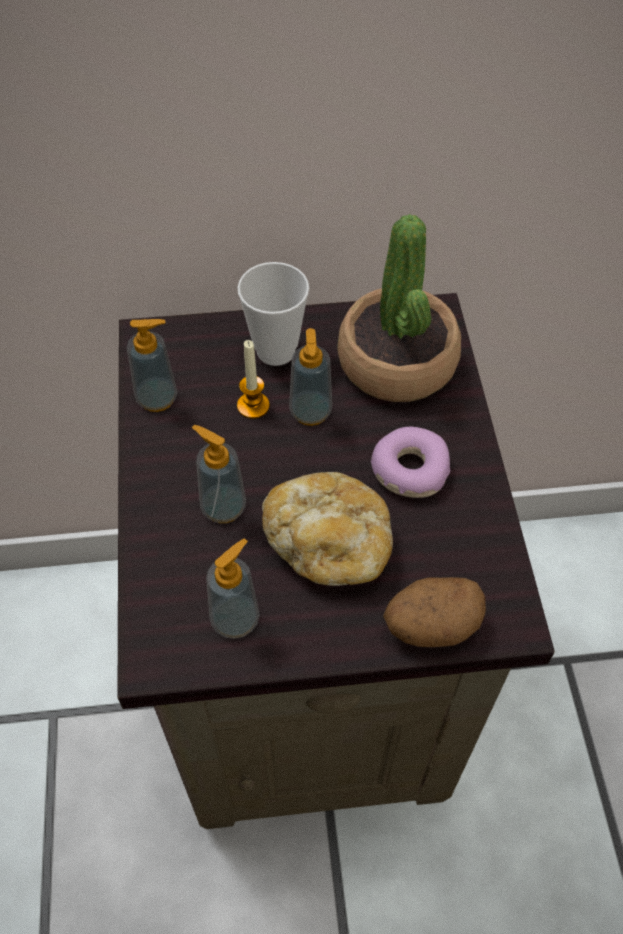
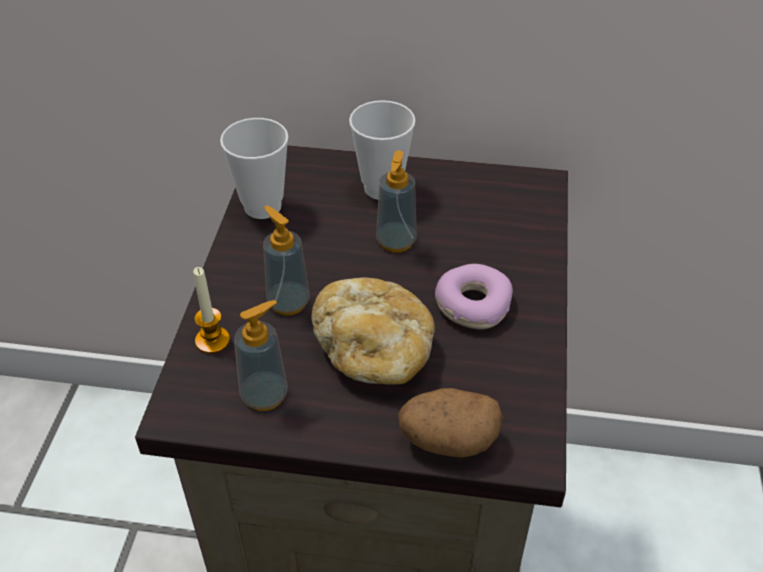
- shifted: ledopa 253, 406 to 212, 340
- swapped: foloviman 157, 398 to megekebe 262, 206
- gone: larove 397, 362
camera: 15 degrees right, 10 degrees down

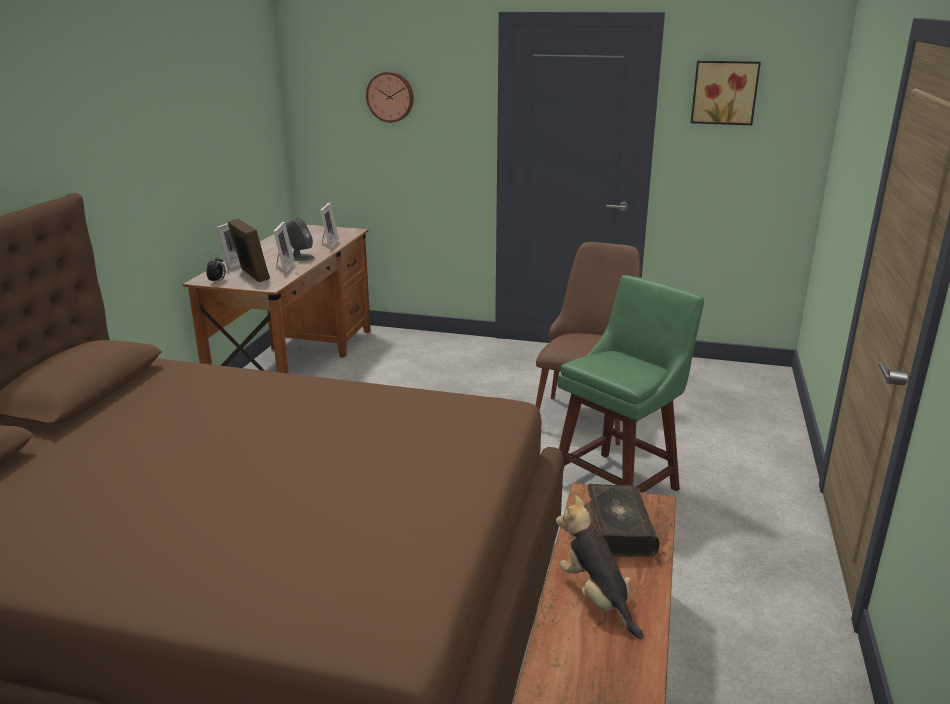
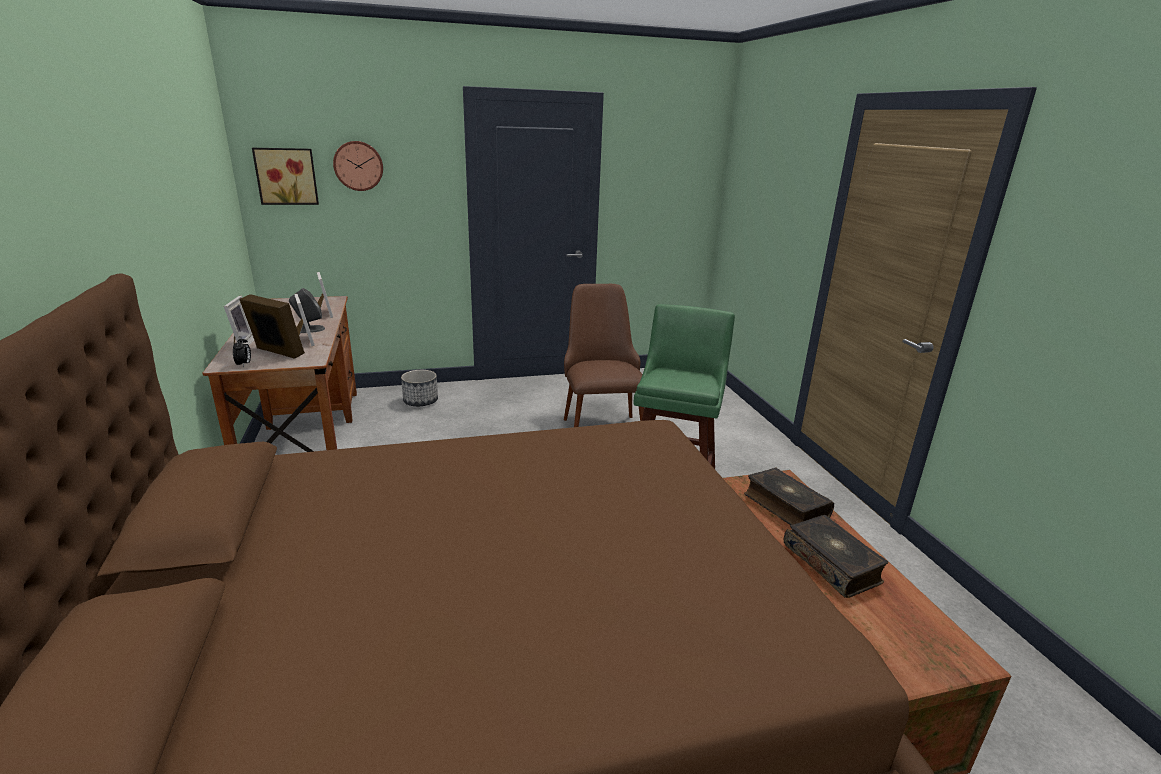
- shifted: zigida 724, 92 to 287, 176
- new: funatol 420, 401
- swapped: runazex 597, 598 to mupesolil 832, 563
camera: 30 degrees left, 0 degrees up

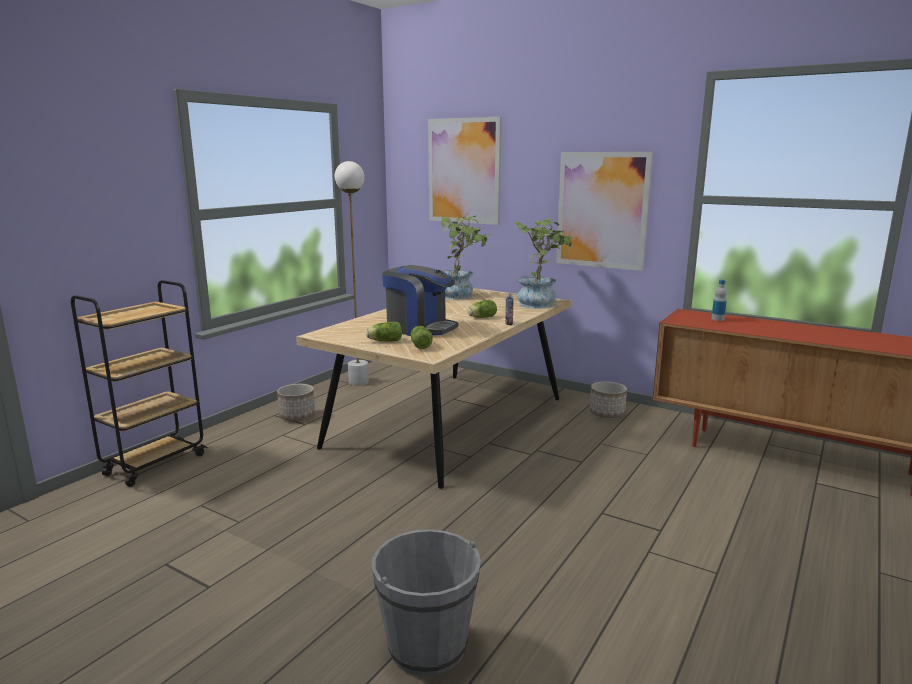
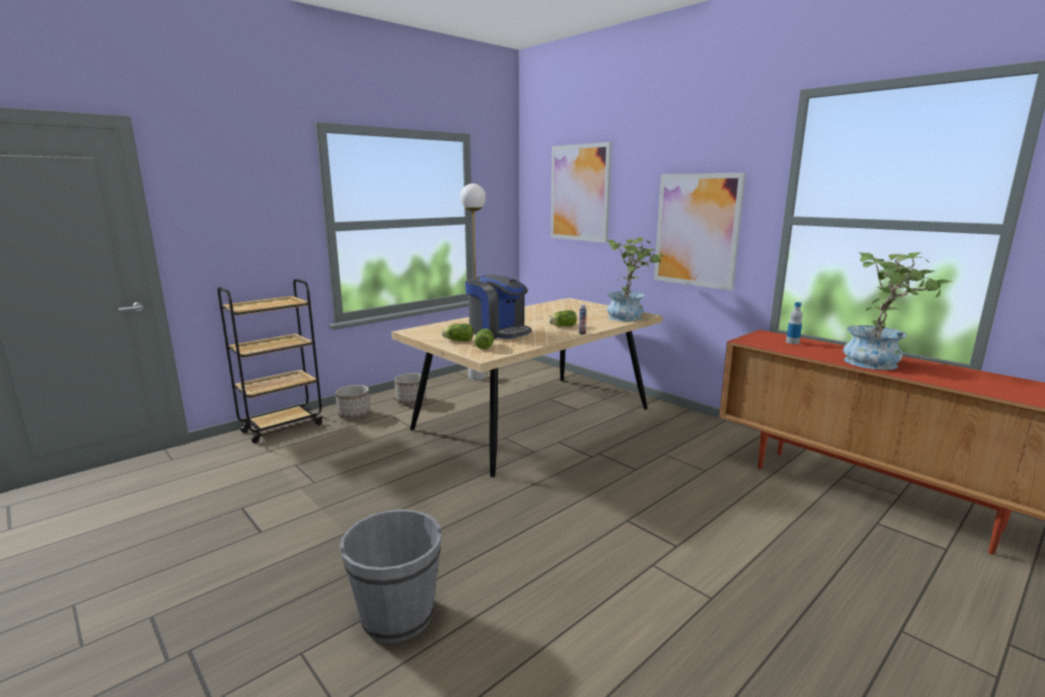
- shifted: funatol 606, 413 to 354, 414
- shifted: larove 460, 296 to 879, 363
camera: 15 degrees right, 0 degrees up

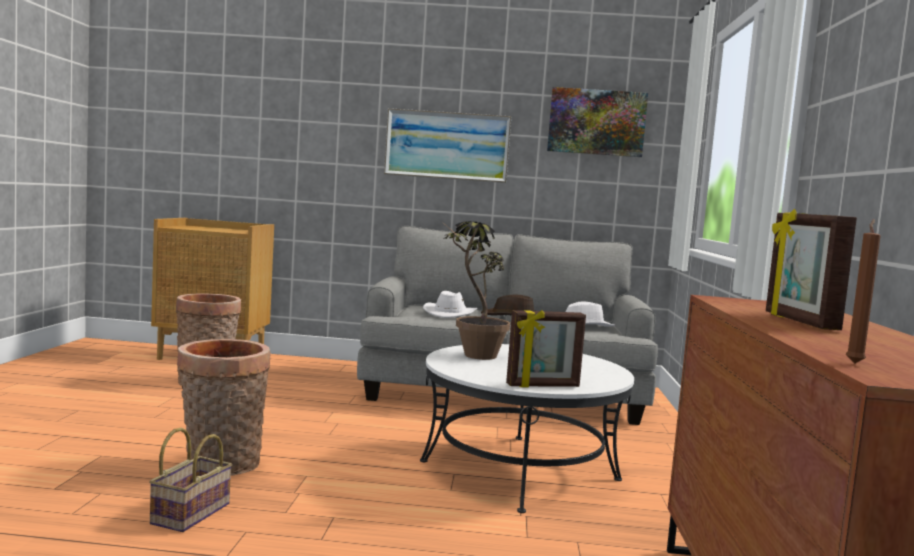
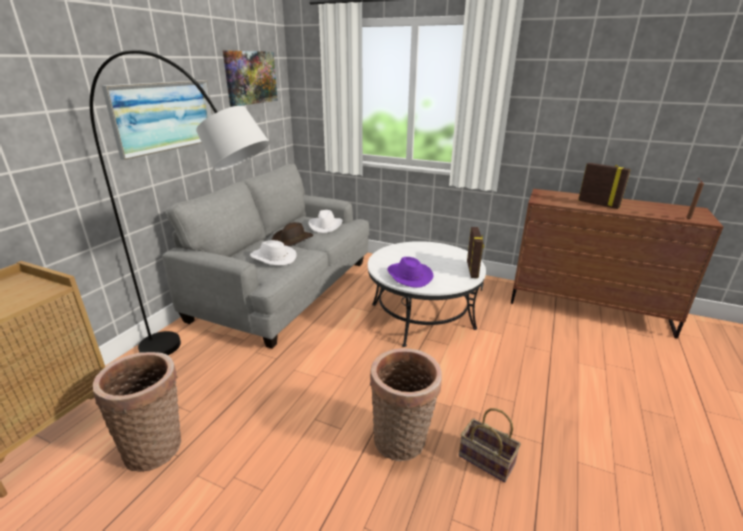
- new: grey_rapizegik 216, 366
- swapped: larove 473, 357 to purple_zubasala 408, 276
- rotated: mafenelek 798, 321 = 598, 204 150 degrees counterclockwise
camera: 70 degrees left, 20 degrees up

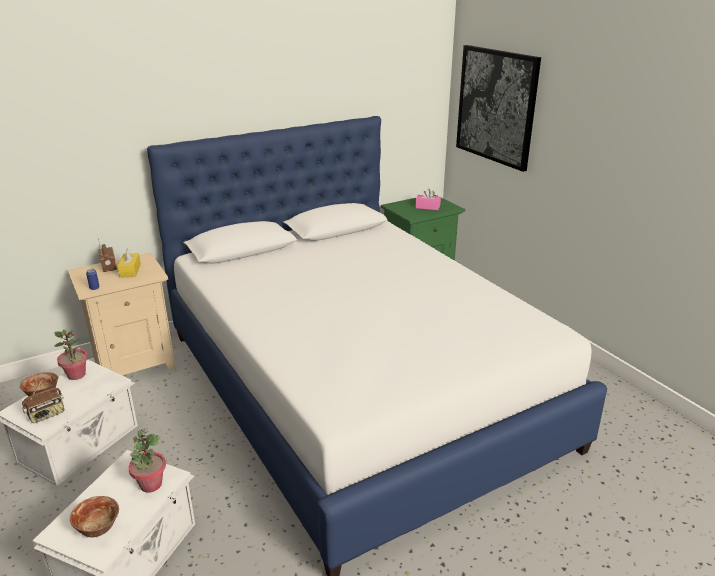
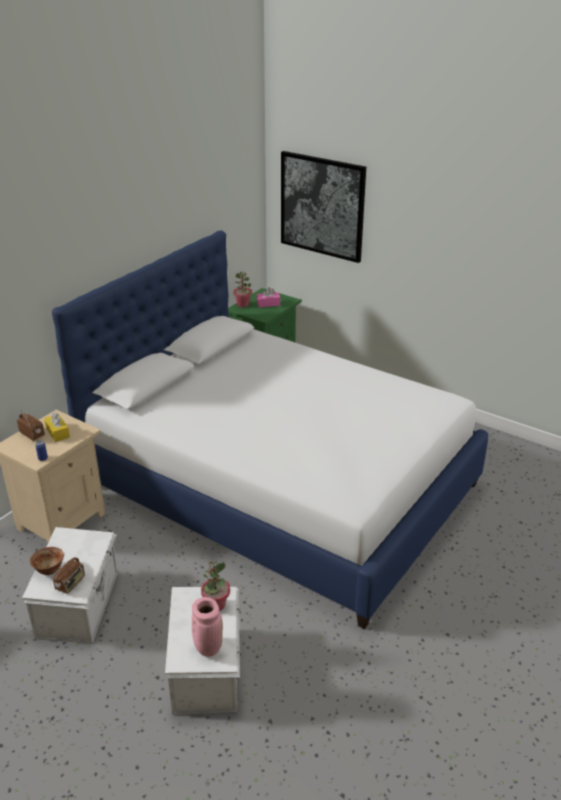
- swapped: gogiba 98, 529 to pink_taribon 207, 647
- shifted: larove 76, 375 to 243, 305
camera: 25 degrees left, 5 degrees up

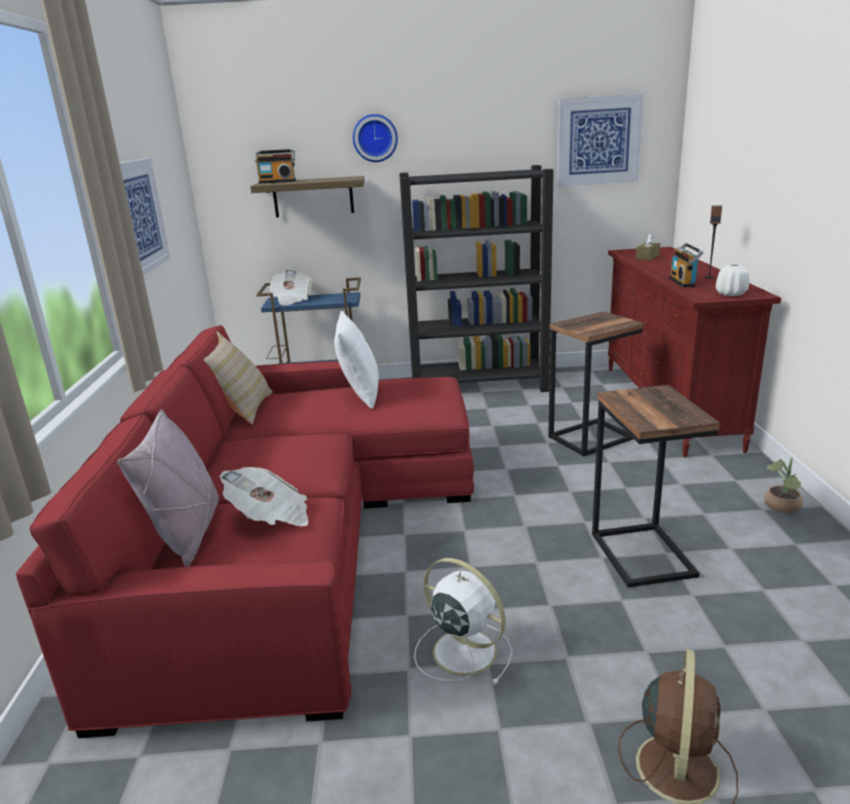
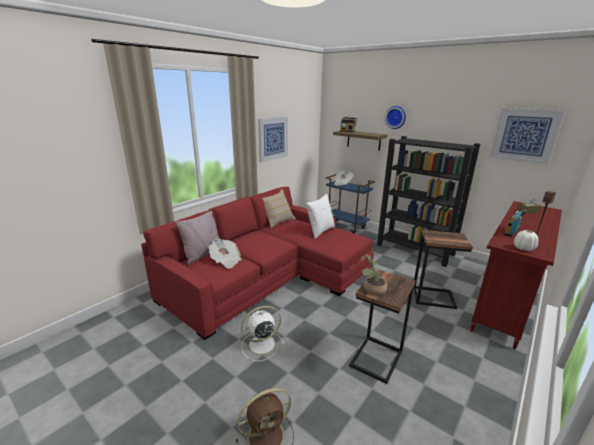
- rotated: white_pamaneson 462, 650 = 260, 345 105 degrees counterclockwise
- shifted: larove 781, 508 to 372, 290
camera: 40 degrees right, 0 degrees up

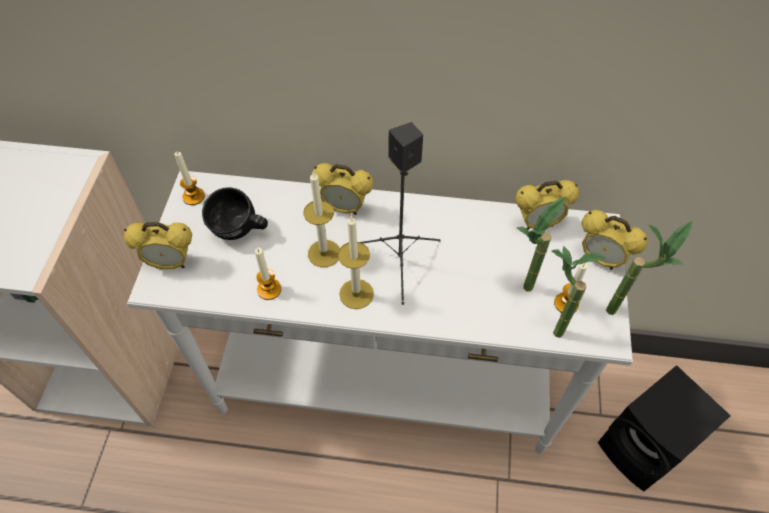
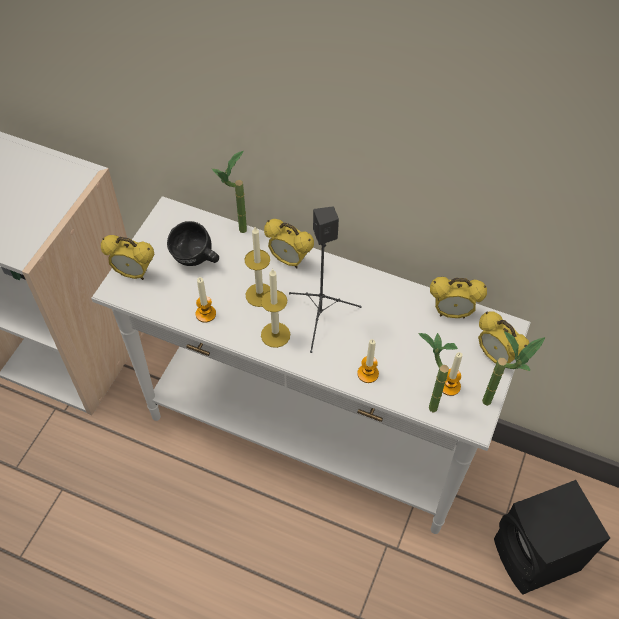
- shifted: larove 521, 294 to 235, 233
- shifted: ledopa 193, 196 to 368, 373
camera: 15 degrees right, 0 degrees up

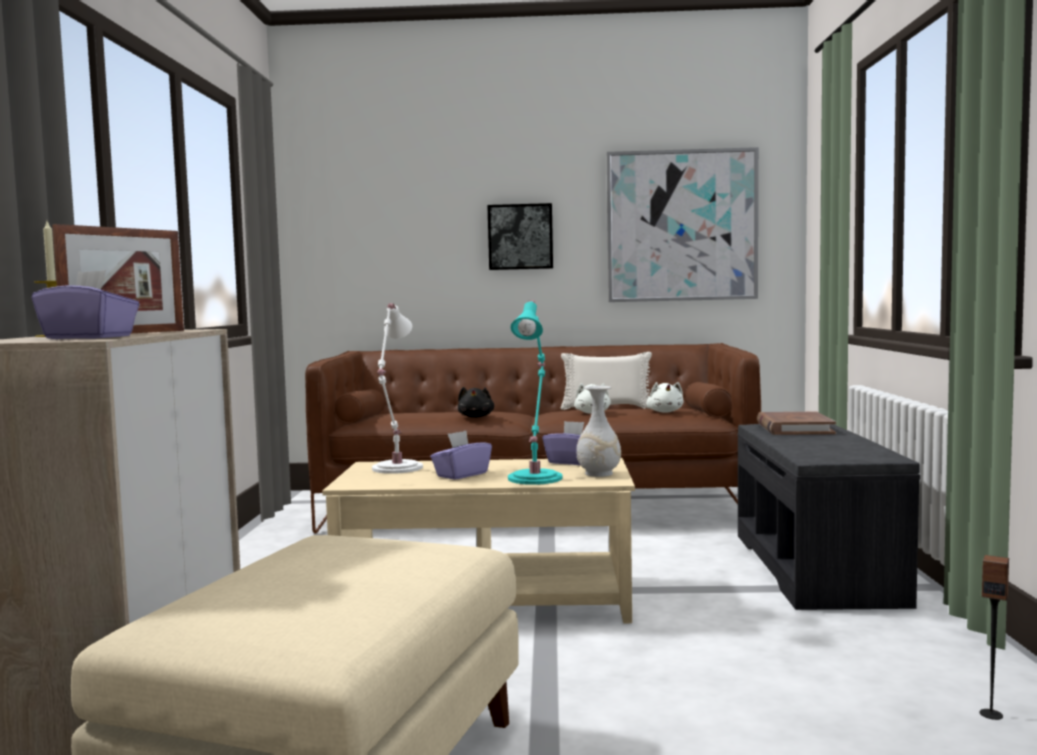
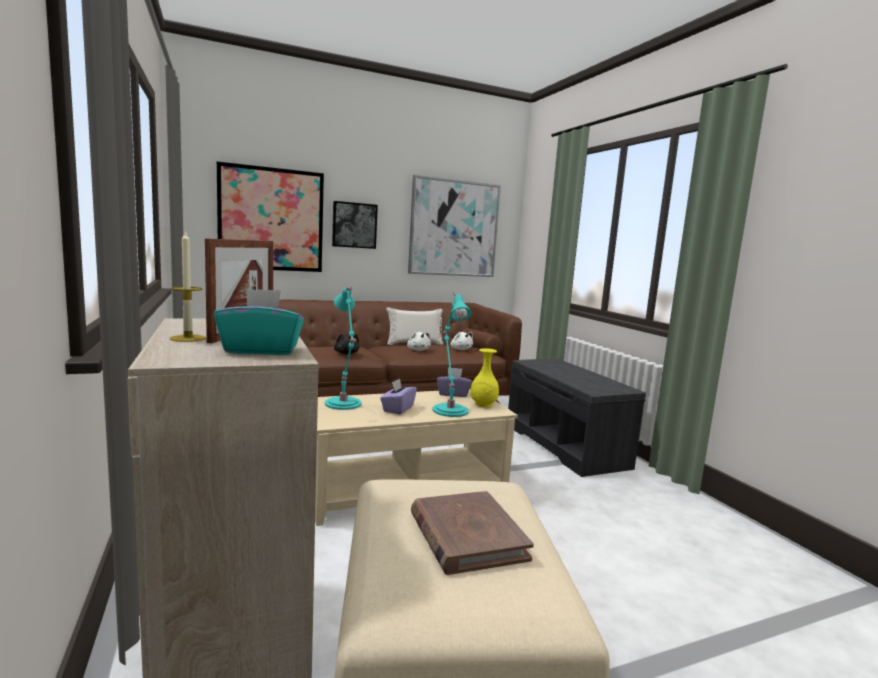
- repainted: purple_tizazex 89, 337 to turquoise_tizazex 261, 350
- new: zigida 271, 219
- repainted: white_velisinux 396, 469 to turquoise_velisinux 343, 405
- shifted: brown_mupesolil 794, 428 to 466, 536
- repainted: white_taribon 598, 474 to yellow_taribon 483, 405
- gone: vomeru 991, 714
camera: 25 degrees left, 5 degrees up

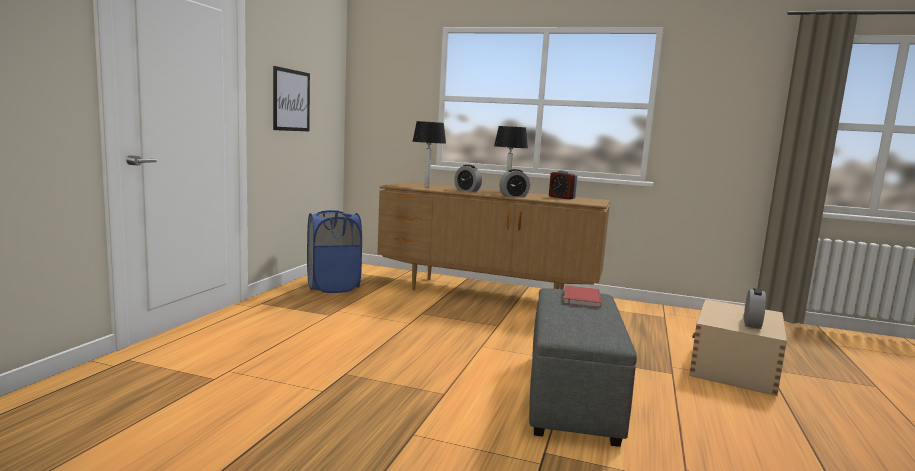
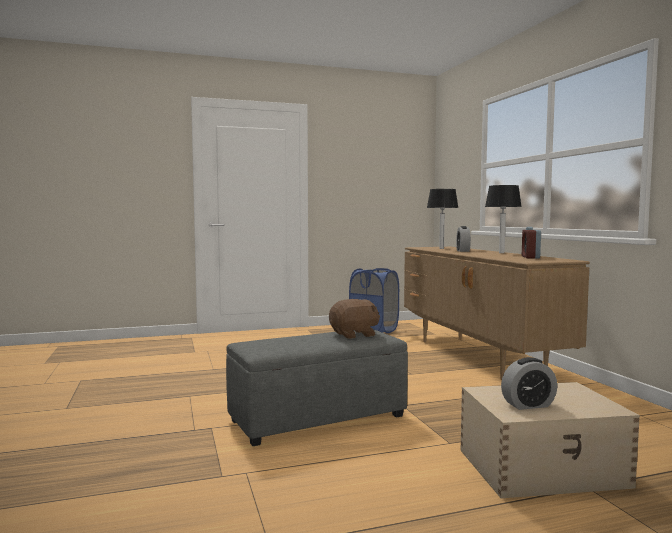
- swapped: red_mupesolil 580, 298 to brown_runazex 354, 335
- gone: zigida 291, 100
- gone: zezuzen 513, 196
camera: 55 degrees right, 5 degrees down

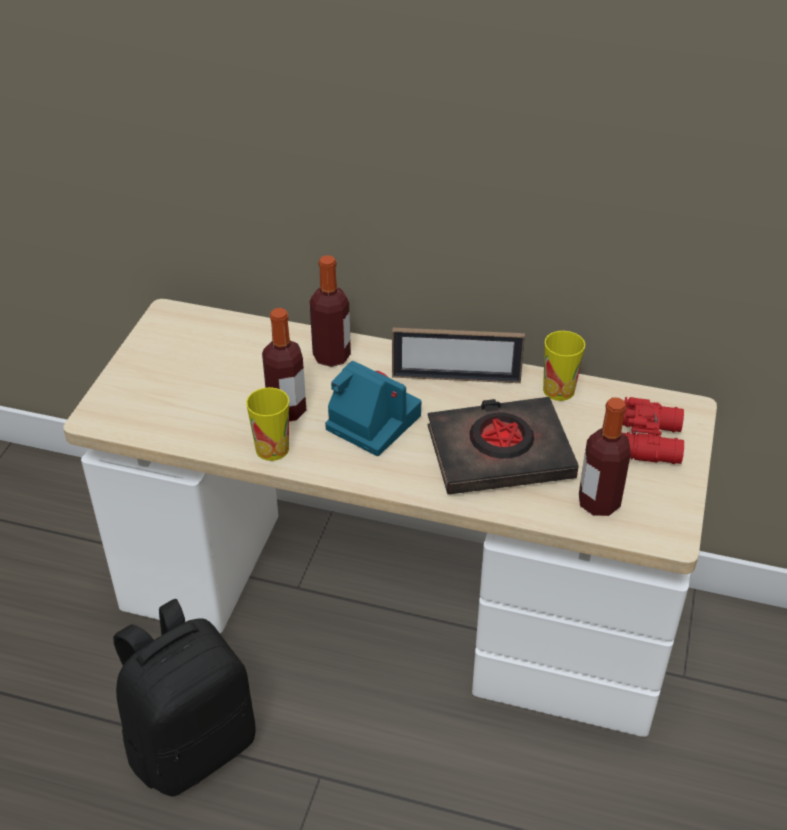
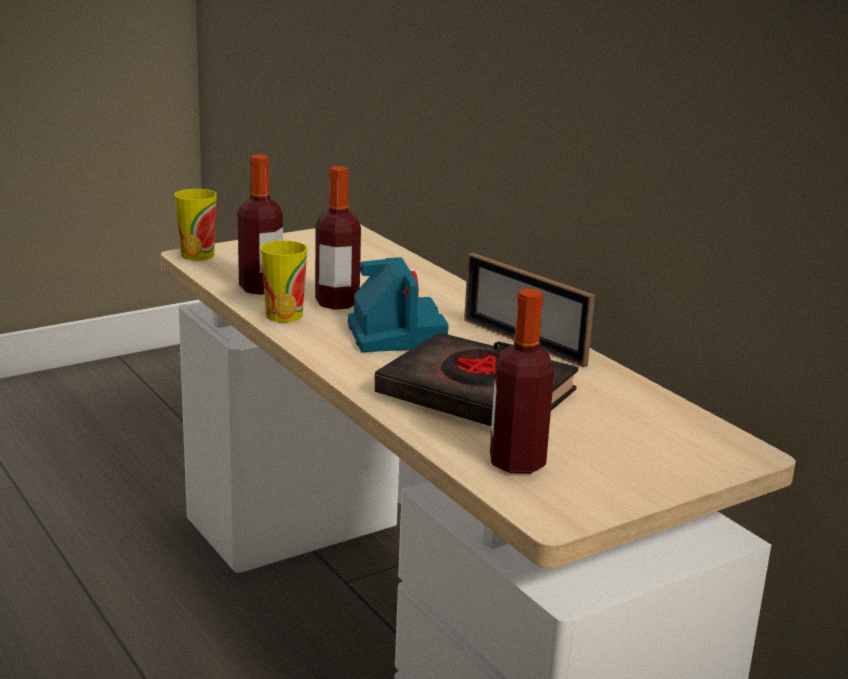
- shifted: megekebe 558, 390 to 197, 255
- shifted: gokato 331, 356 to 261, 288
- gone: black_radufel 192, 744
- gone: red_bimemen 651, 440
camera: 40 degrees right, 20 degrees down

